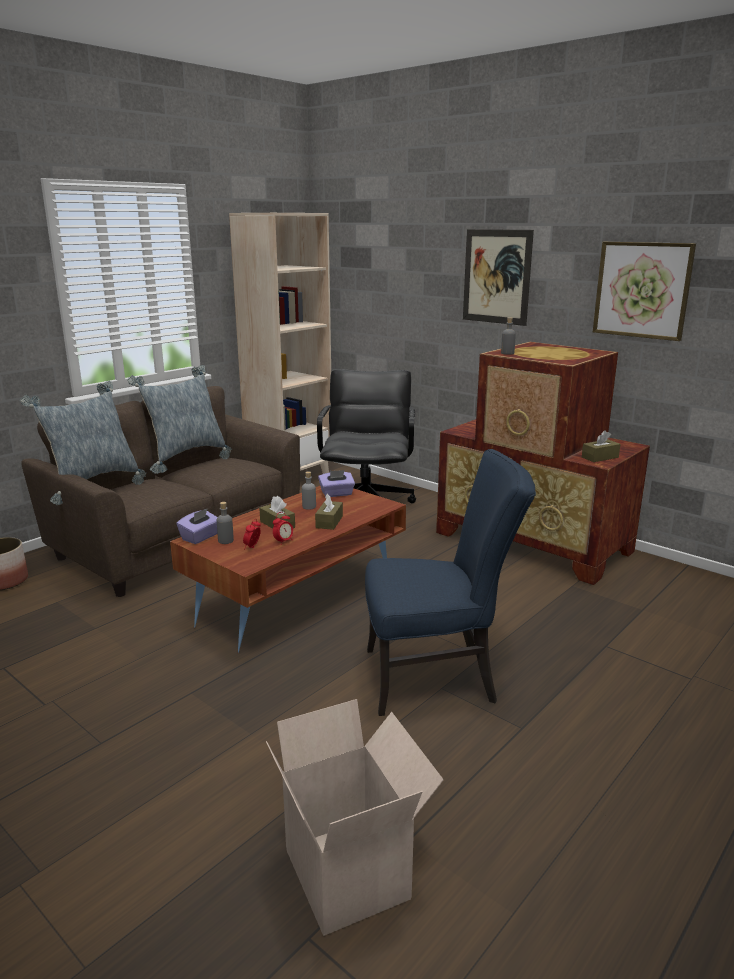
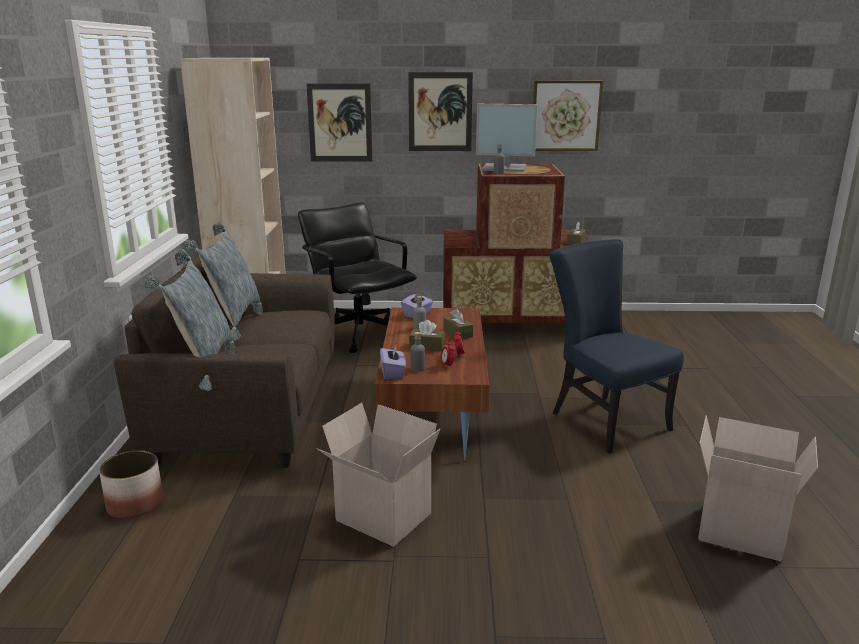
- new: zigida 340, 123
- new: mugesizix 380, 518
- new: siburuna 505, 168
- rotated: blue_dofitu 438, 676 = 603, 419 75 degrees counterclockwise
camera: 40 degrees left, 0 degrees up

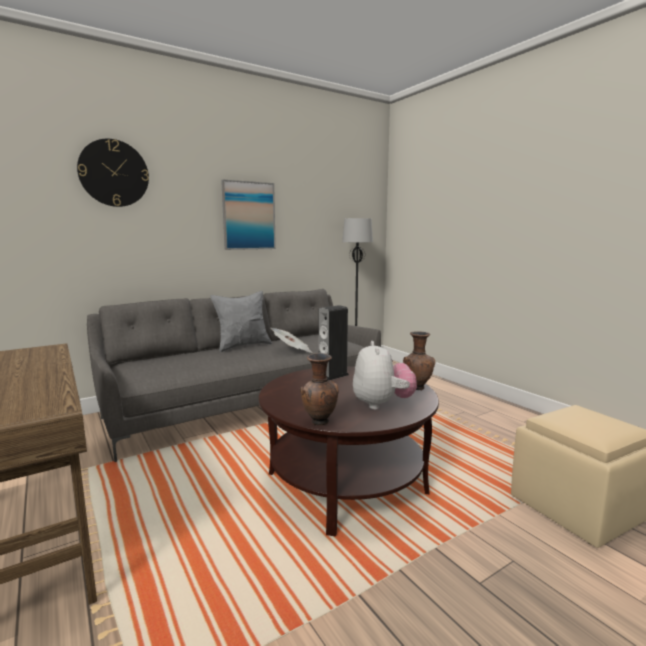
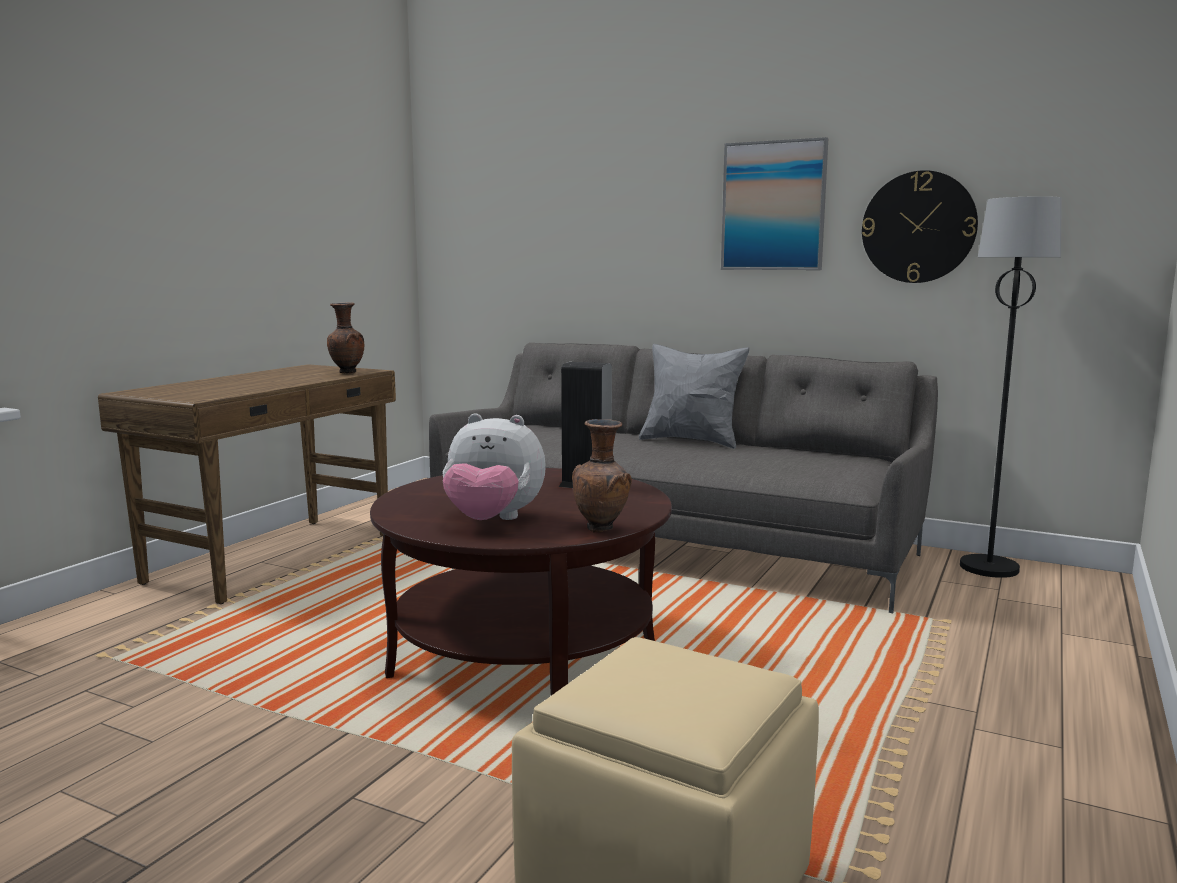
- shifted: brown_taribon 319, 423 to 346, 373
- rotated: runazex 382, 404 = 493, 521 45 degrees clockwise
- shifted: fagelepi 114, 173 to 918, 227
- gone: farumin 292, 351
camera: 60 degrees right, 0 degrees up

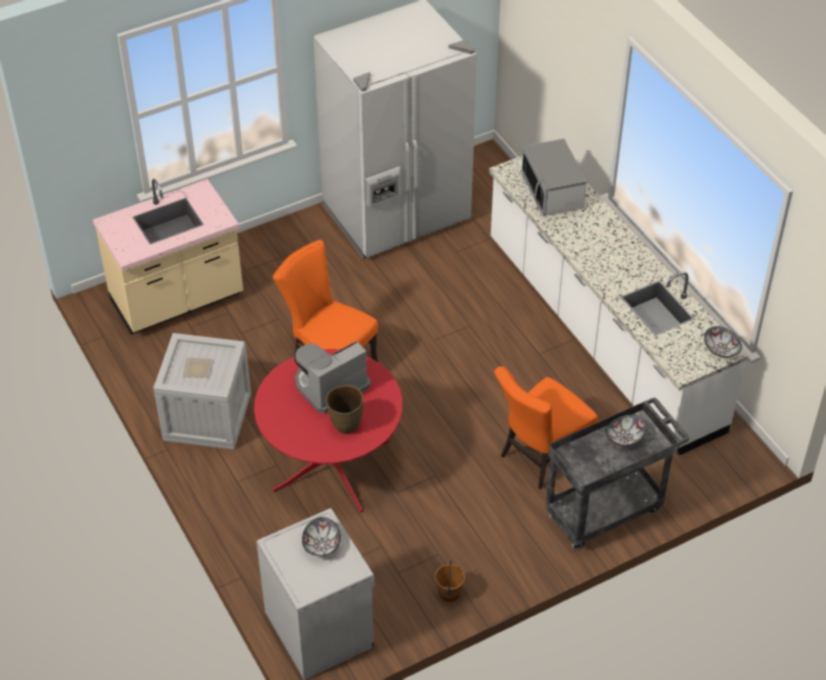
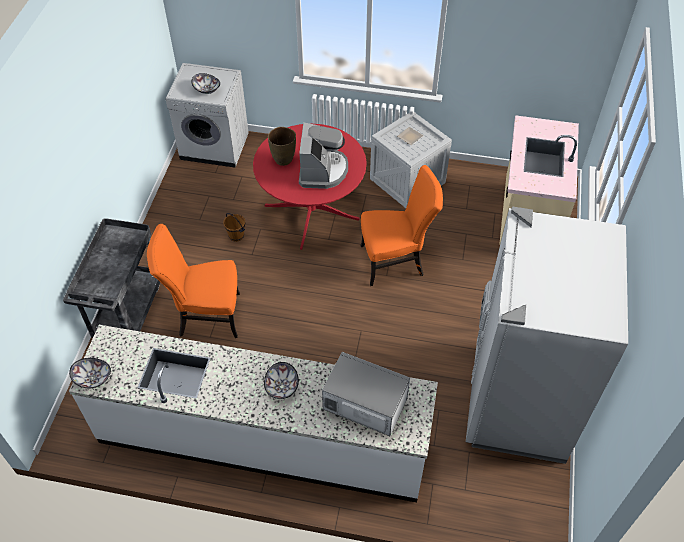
- rotated: orange_dofitu 540, 457 = 205, 315 90 degrees counterclockwise
- shifted: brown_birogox 449, 594 to 236, 236
- shifted: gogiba 625, 438 to 281, 386
camera: 130 degrees right, 5 degrees up

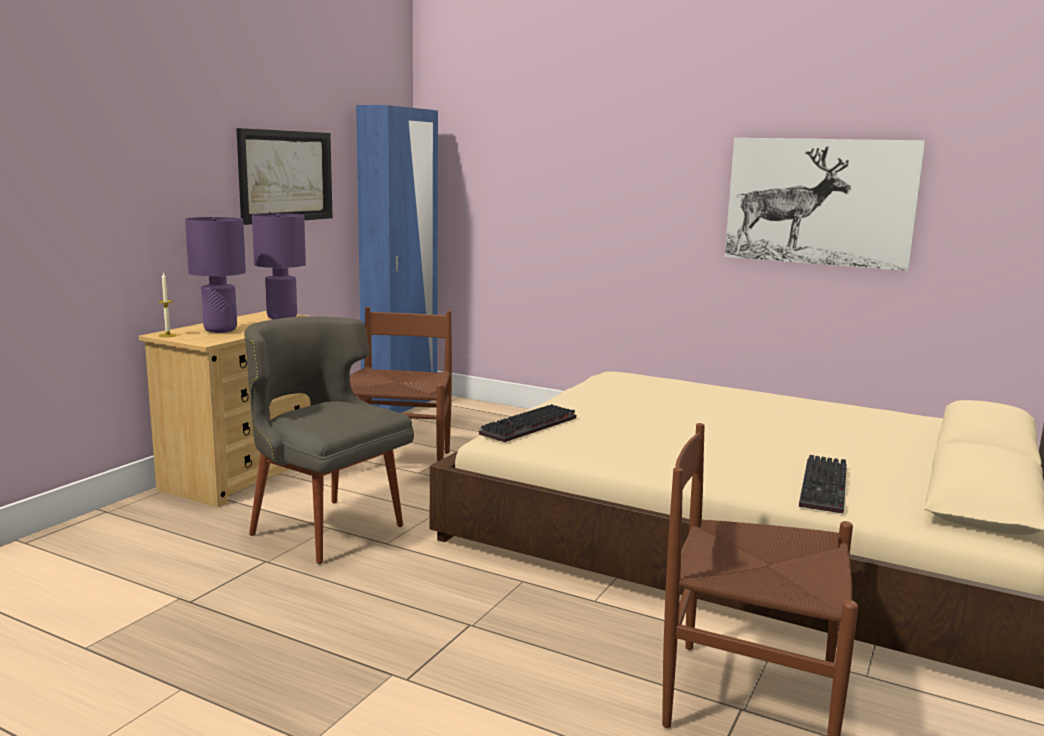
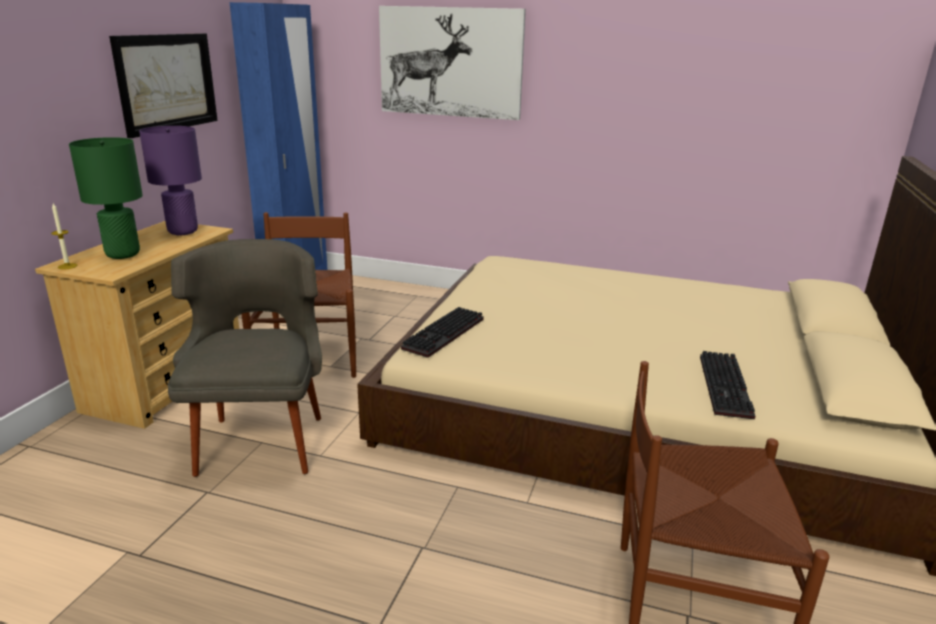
- repainted: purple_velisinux 220, 331 to green_velisinux 122, 256
- rotated: grey_dofitu 328, 531 = 260, 446 60 degrees clockwise
- shifted: zigida 819, 202 to 450, 62
camera: 10 degrees left, 10 degrees up

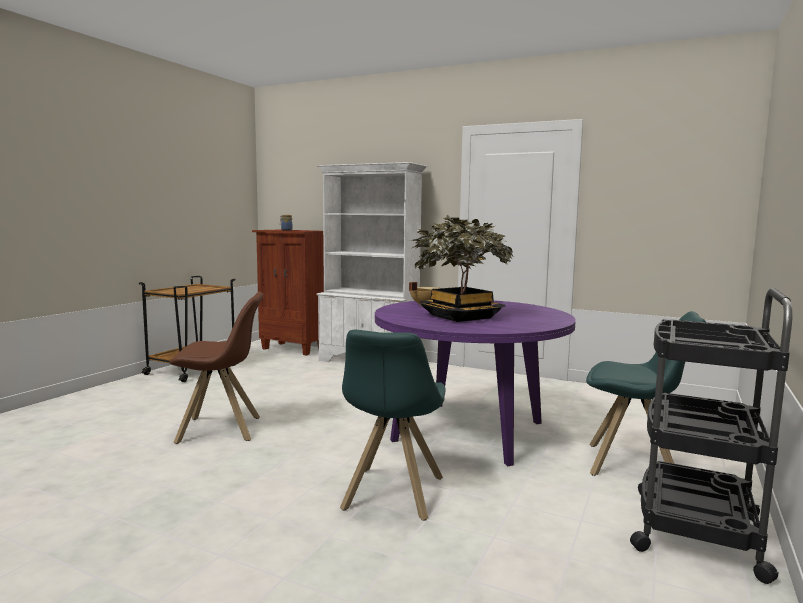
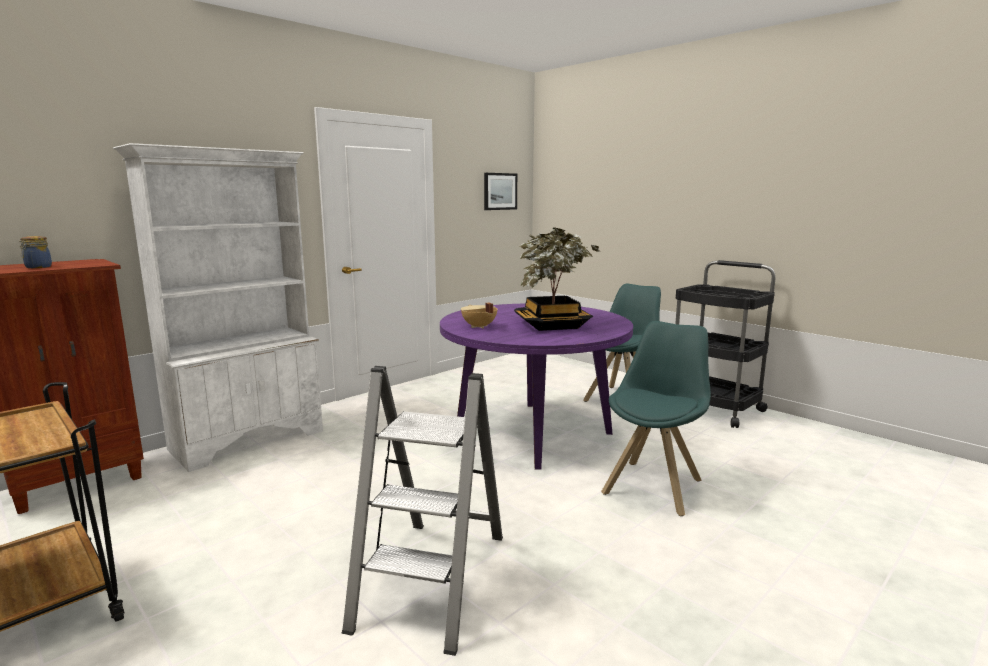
- swapped: brown_dofitu 220, 429 to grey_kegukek 433, 577
- new: zigida 500, 191
- rotated: turquoise_dofitu 392, 493 = 654, 486 90 degrees counterclockwise
camera: 70 degrees left, 5 degrees up

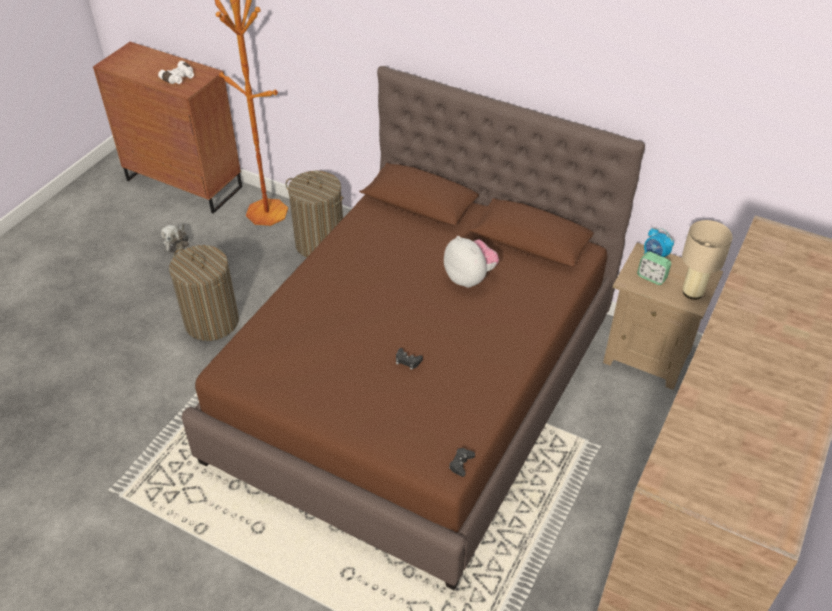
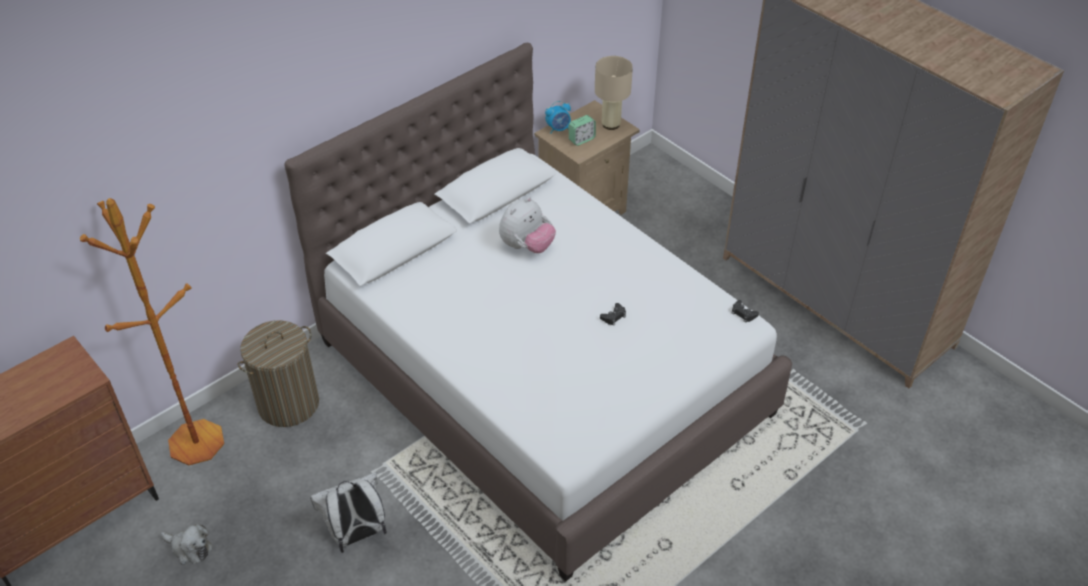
- repainted: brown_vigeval 416, 386 to white_vigeval 543, 377
- swapped: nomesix 211, 321 to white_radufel 357, 535
- rotated: runazex 469, 278 = 526, 246 150 degrees clockwise
- gone: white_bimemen 179, 78
camera: 70 degrees left, 0 degrees up

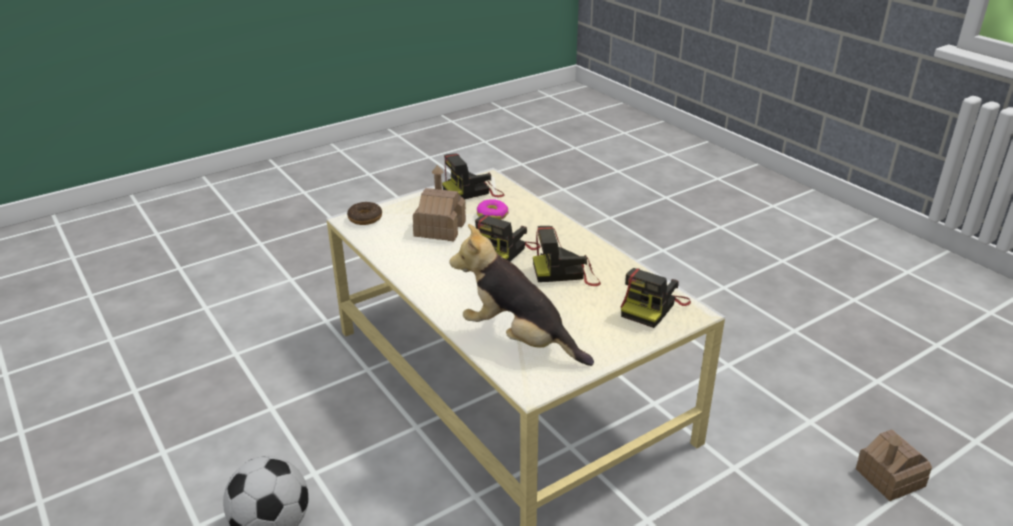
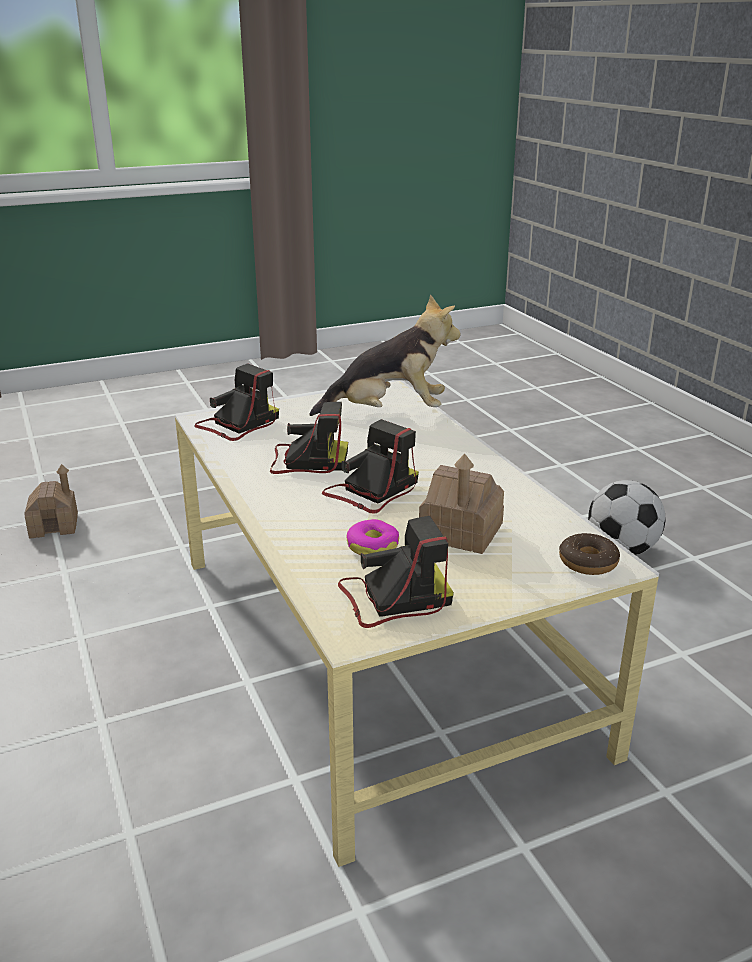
- rotated: runazex 519, 340 = 389, 413 45 degrees counterclockwise
camera: 170 degrees left, 5 degrees down

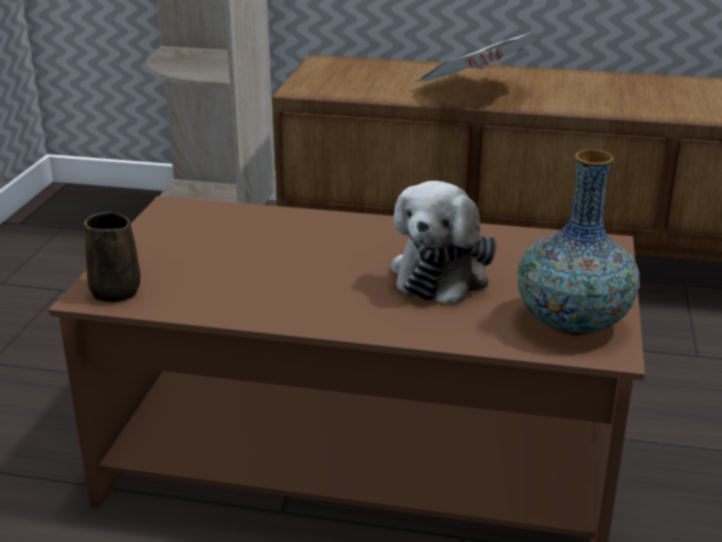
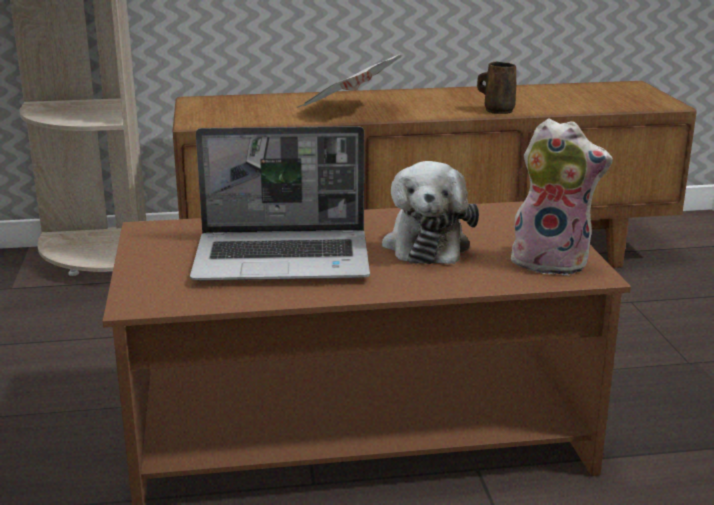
- new: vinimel 284, 259
- shifted: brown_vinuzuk 114, 290 to 497, 110
- swapped: taribon 571, 322 to runazex 552, 262
camera: 20 degrees left, 5 degrees down

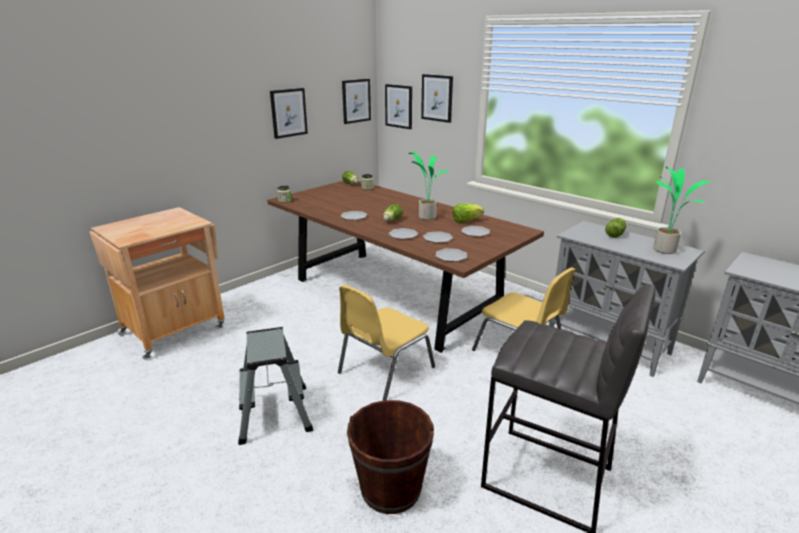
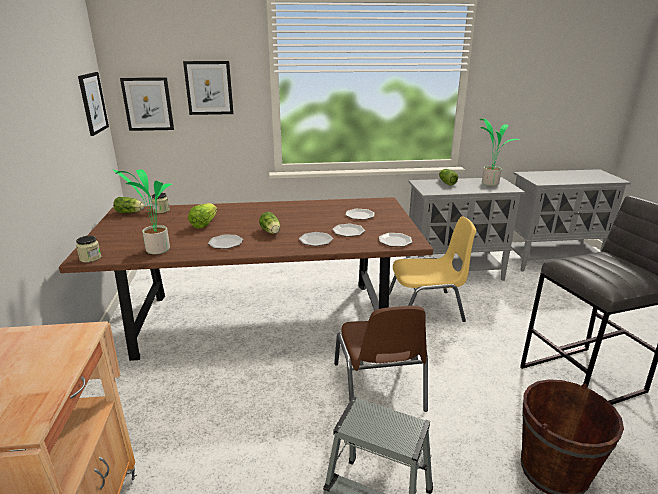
- shifted: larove 426, 217 to 156, 250
- shifted: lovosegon 466, 221 to 204, 224
- repainted: yellow_dofitu 384, 370 to brown_dofitu 379, 387
- gone: zigida 288, 113
camera: 50 degrees left, 0 degrees up

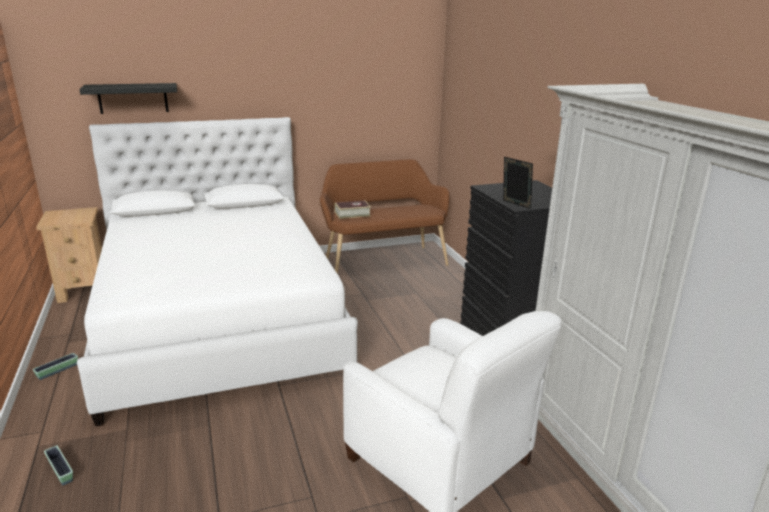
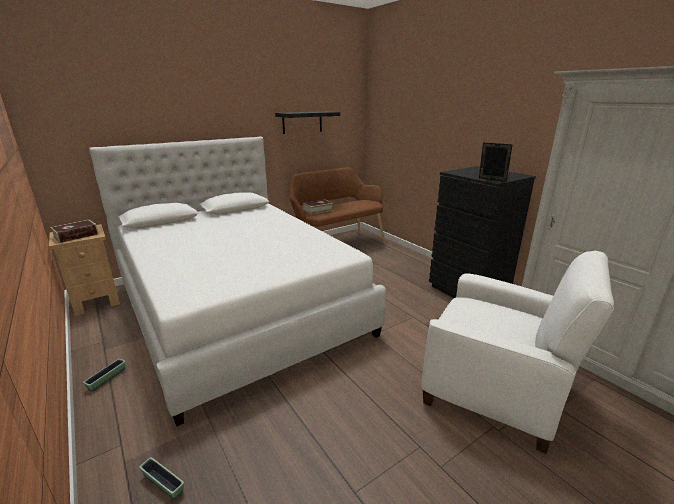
- new: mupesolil 76, 235
- shifted: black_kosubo 133, 98 to 302, 122
camera: 15 degrees left, 0 degrees up

